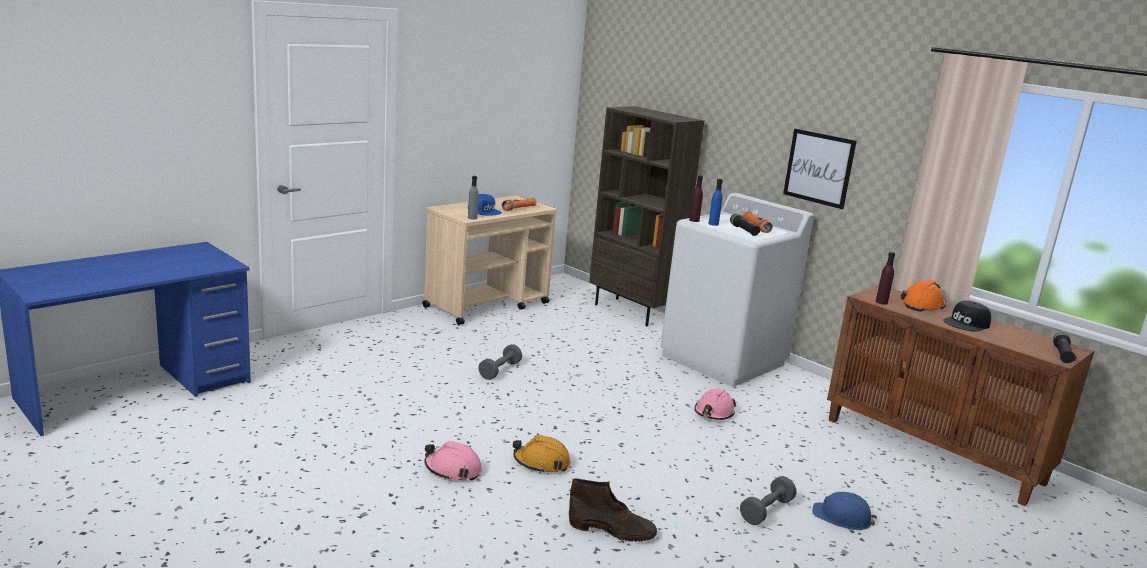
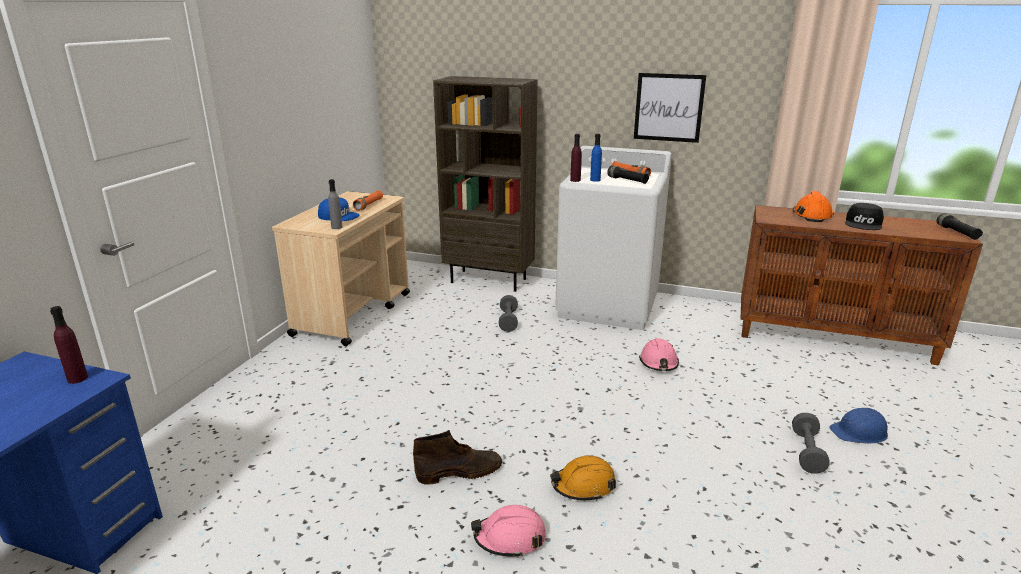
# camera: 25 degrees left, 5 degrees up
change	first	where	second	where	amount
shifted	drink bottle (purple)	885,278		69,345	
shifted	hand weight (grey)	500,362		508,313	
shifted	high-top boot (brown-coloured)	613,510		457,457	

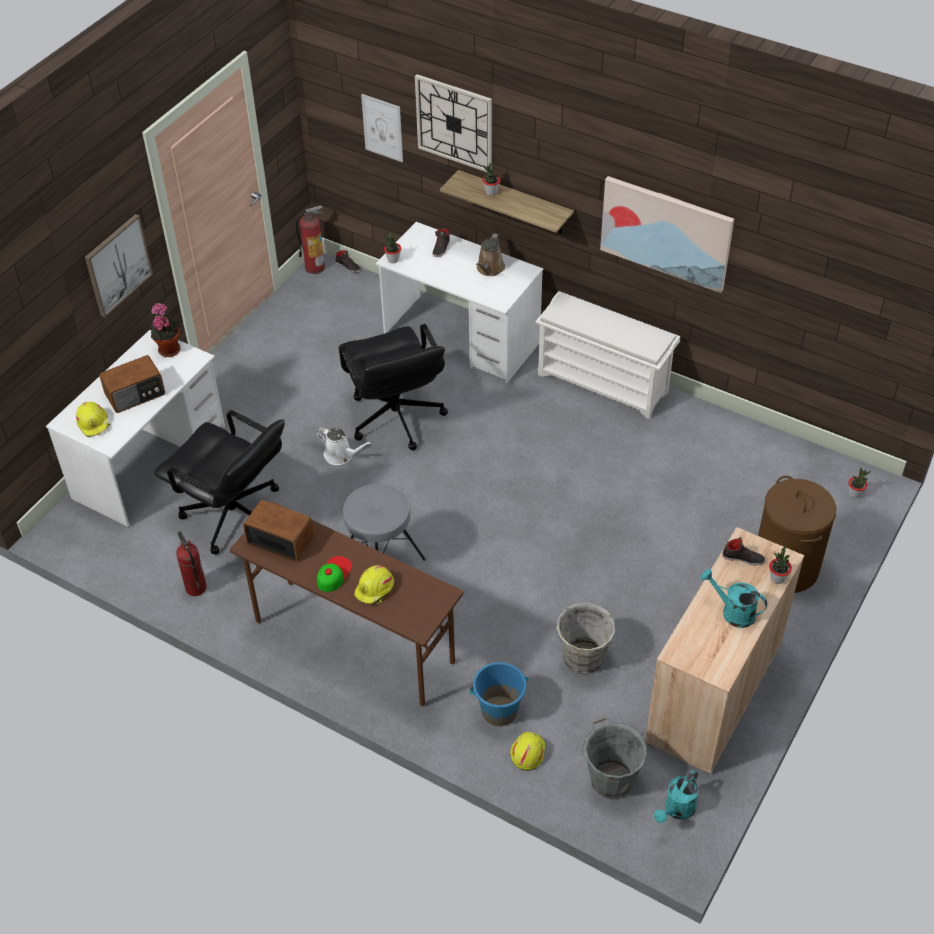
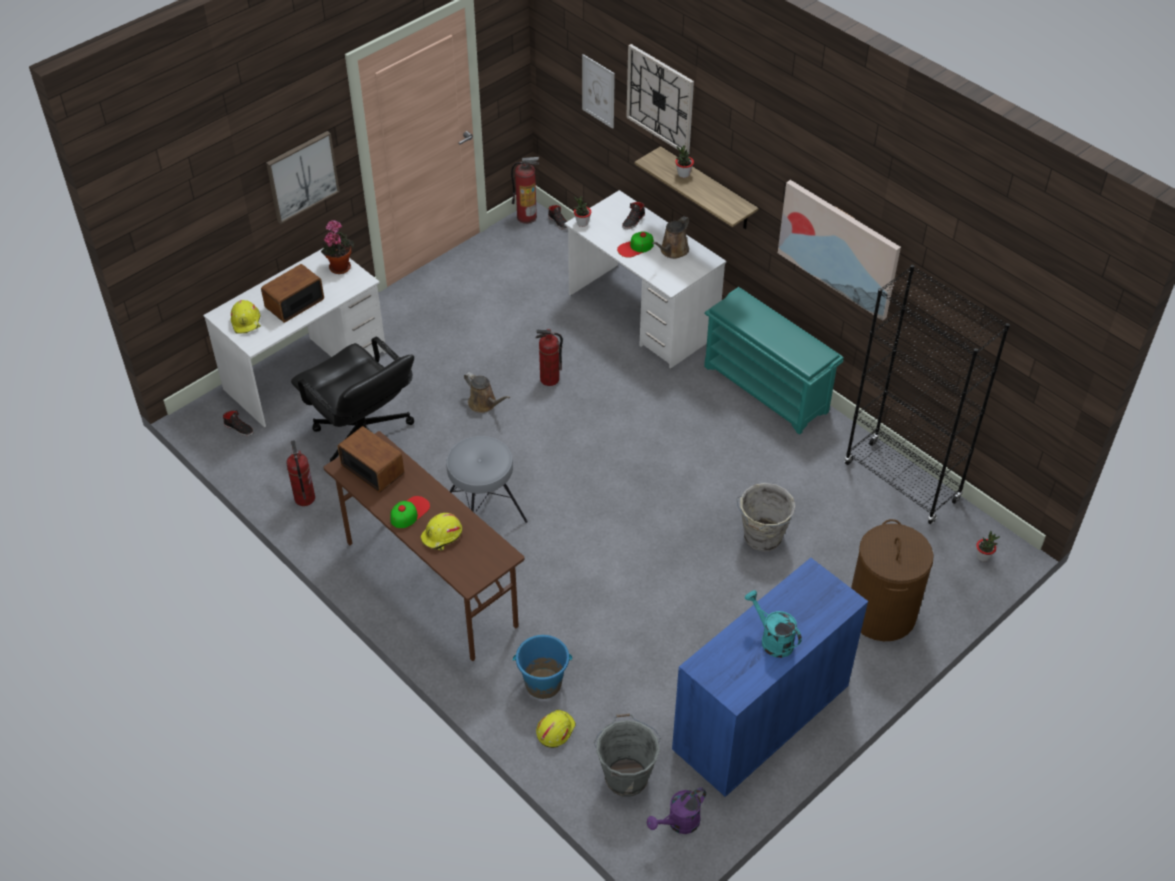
# camera: 15 degrees right, 0 degrees up
change	first	where	second	where	amount
repainted	shoe rack (white)	607,355	shoe rack (turquoise)	774,361	
swapped	desk chair (black)	393,387	fire extinguisher	549,357	
rotated	radio	132,384		292,293	150 degrees clockwise
repainted	watering pot (white)	344,446	watering pot (brown-coloured)	487,392	
repainted	cupboard (sand-coloured)	724,650	cupboard (bluish)	770,677	
shifted	low shoe (black)	743,551		238,423	
gone	potted plant	780,564			
shifted	bucket (grey)	584,639		766,517	
repainted	watering pot (turquoise)	676,796	watering pot (purple)	676,810	
new			peaked cap	635,244	
new			shelving unit (black)	927,394	

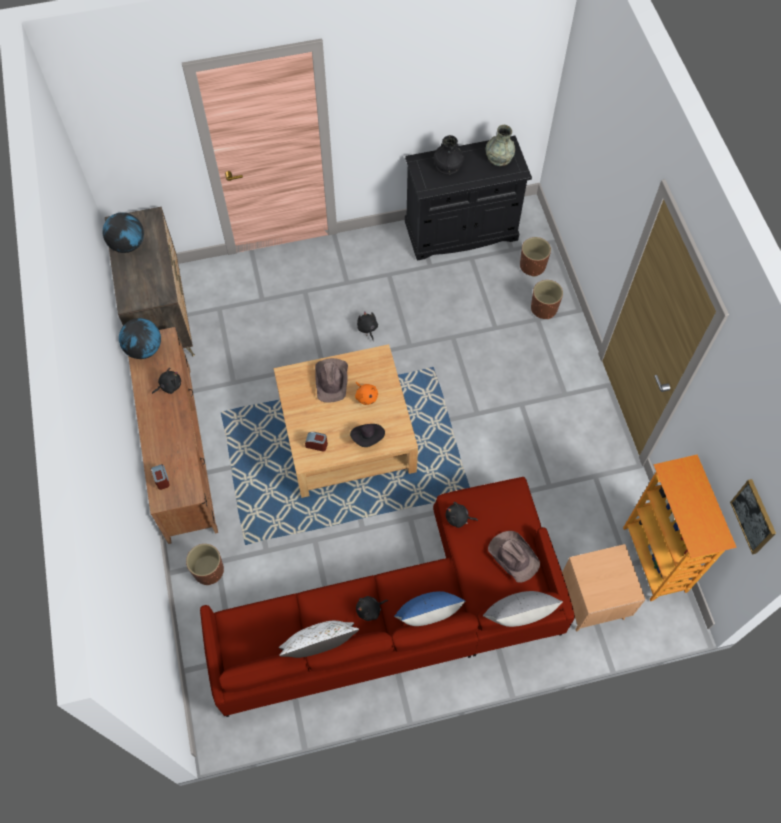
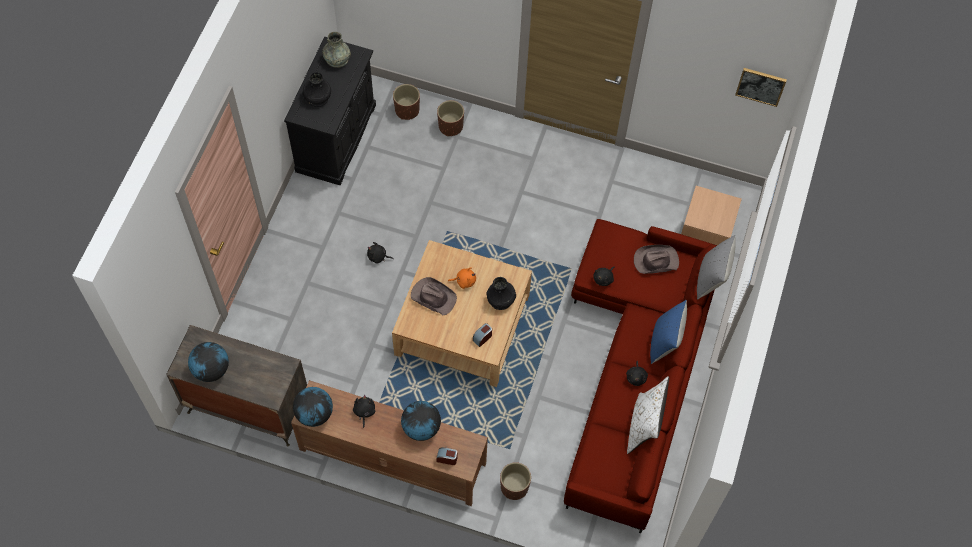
# camera: 60 degrees left, 0 degrees up
change	first	where	second	where	amount
swapped	wearable hat (black)	367,435	vase (black)	501,293	
gone	shelving unit	680,528			
new			desk globe	421,421	

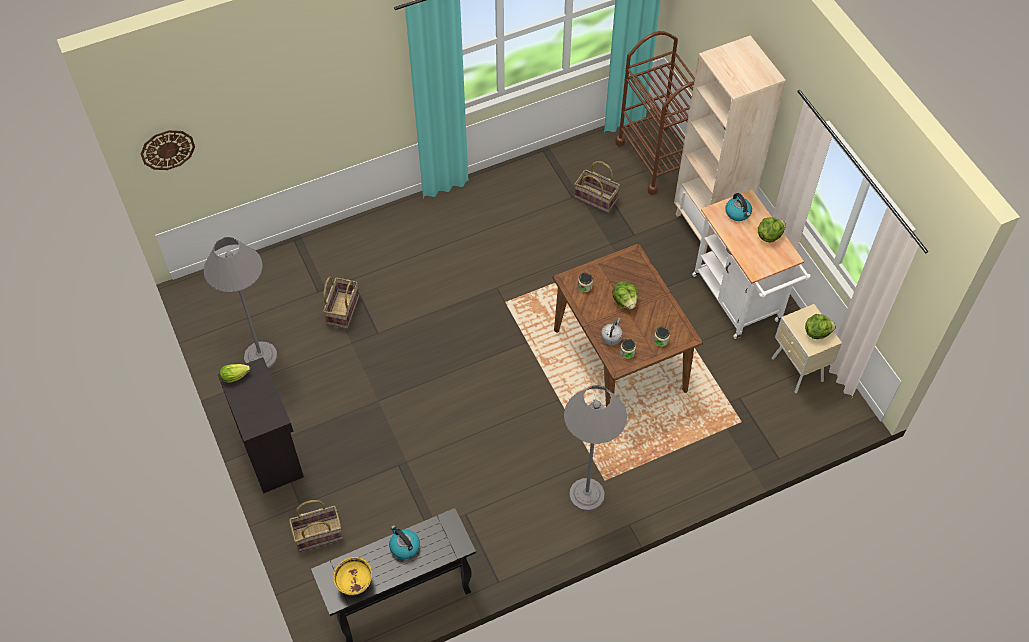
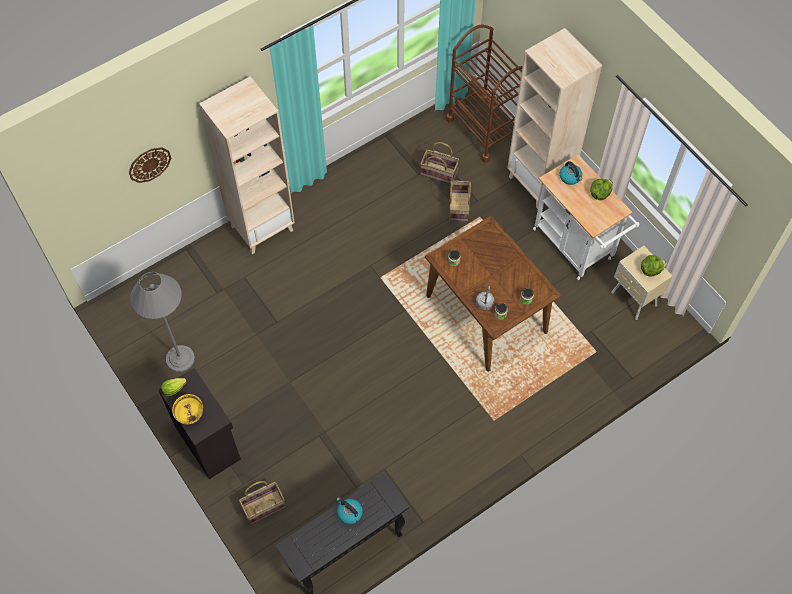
# camera: 10 degrees left, 5 degrees up
change	first	where	second	where	amount
shifted	hanging clock	168,150		150,165	
shifted	household basket	341,303		460,200	
gone	head of lettuce	625,295			
gone	floor lamp (grey)	595,448			
shifted	deep dish (yellow)	353,576		187,409	
new			shelving unit (sand-coloured)	247,165	

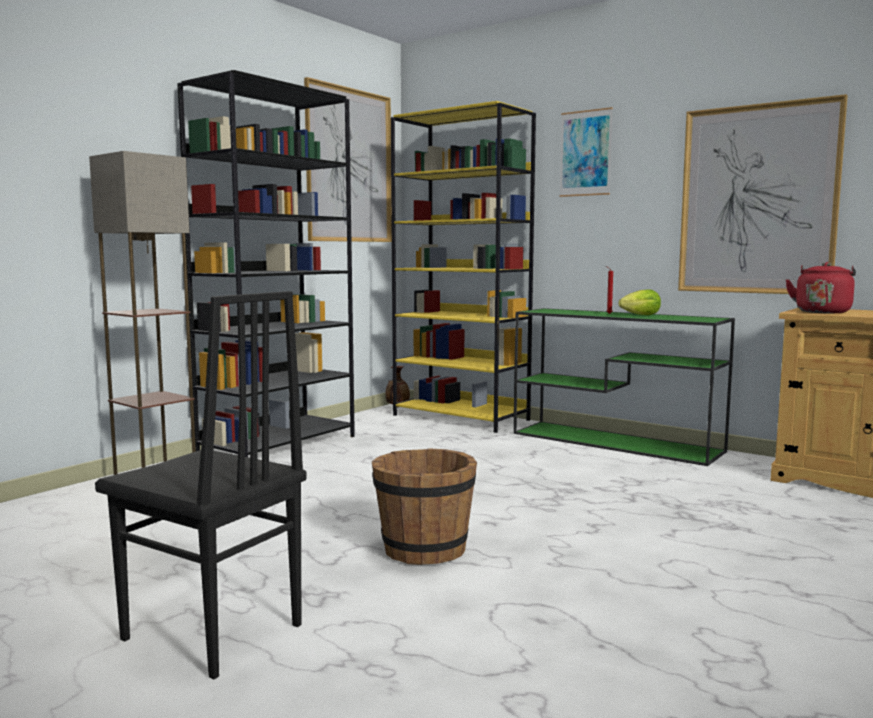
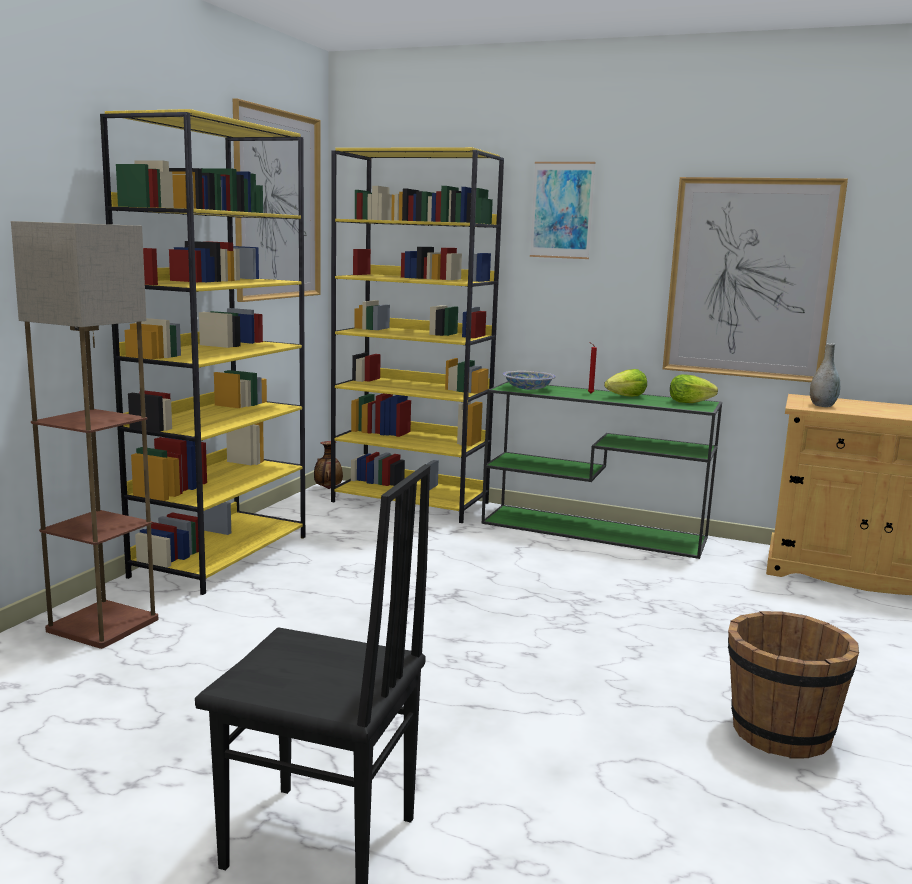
# camera: 15 degrees left, 5 degrees up
change	first	where	second	where	amount
repainted	shelving unit (black)	266,263	shelving unit (yellow)	202,352	
swapped	water kettle (red-coloured)	820,287	vase (grey)	825,375	
shifted	bucket (brown-coloured)	424,506		793,685	
new			deep dish	529,380	
new			head of lettuce	694,388	

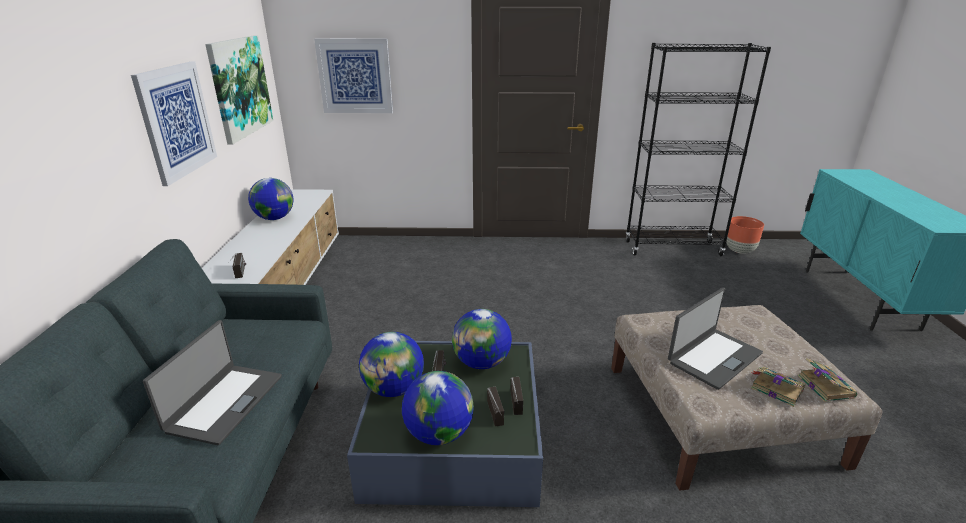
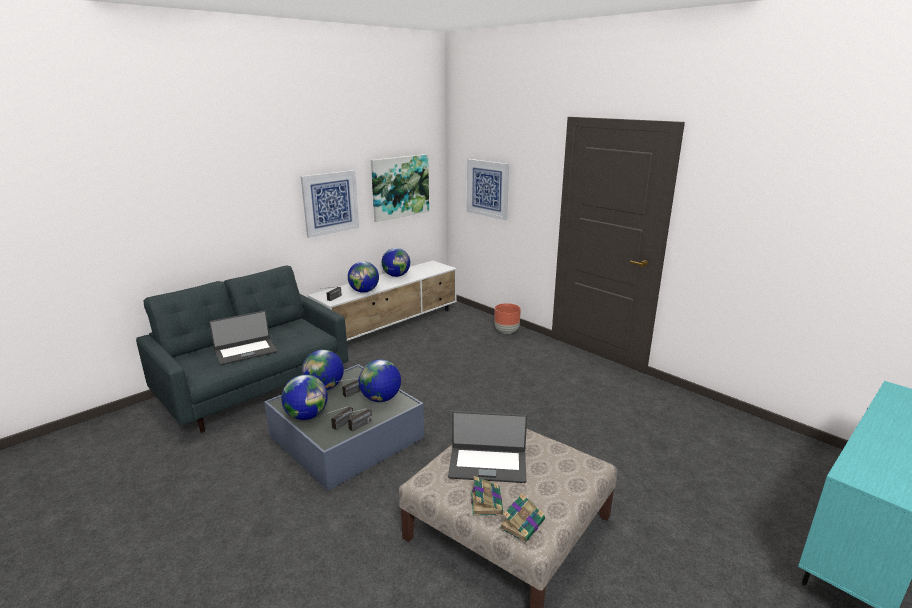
# camera: 45 degrees right, 5 degrees down
change	first	where	second	where	amount
gone	shelving unit (black)	698,149			
shifted	planter (brown-coloured)	745,235		507,318	
new			desk globe	363,277	

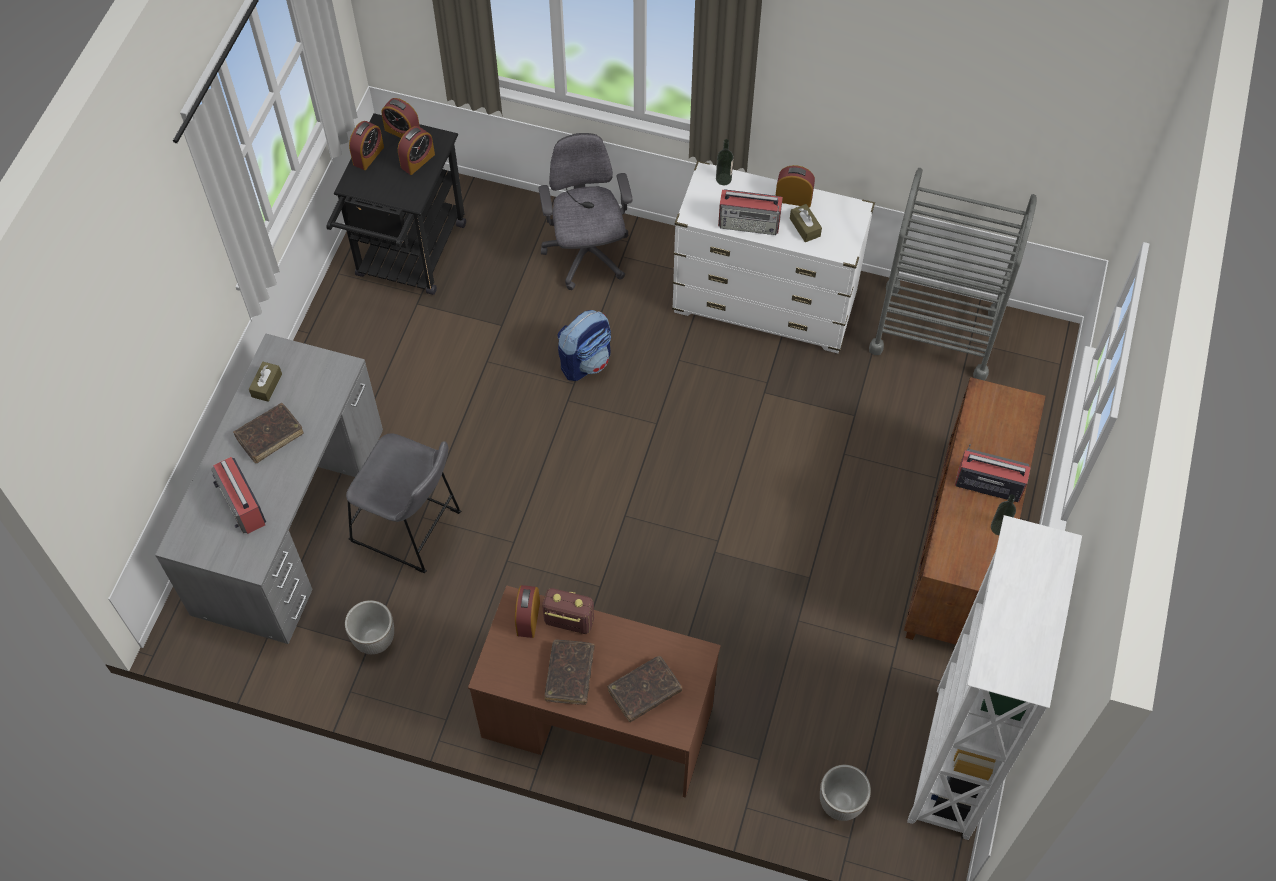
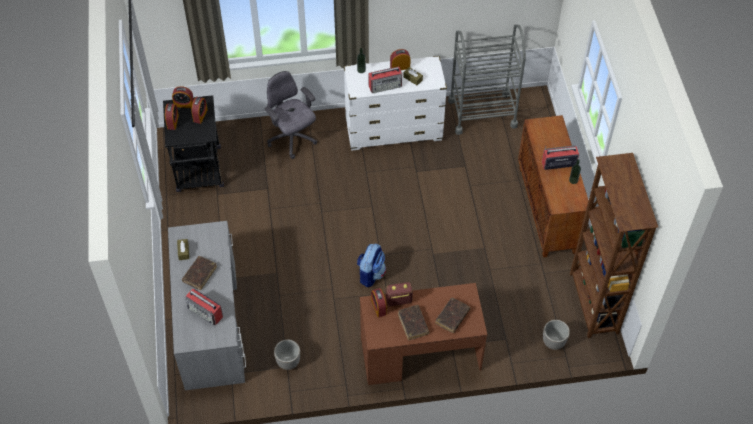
# camera: 25 degrees left, 5 degrees down
change	first	where	second	where	amount
shifted	knapsack	584,345		371,265	
gone	stool (grey)	403,503			
repainted	shelving unit (white)	994,677	shelving unit (brown-coloured)	614,245	

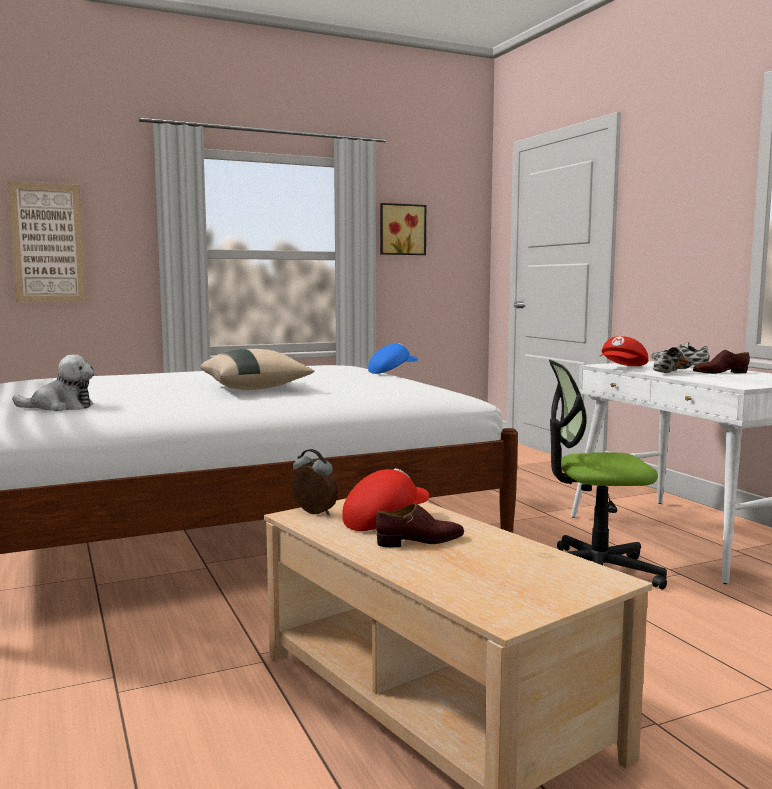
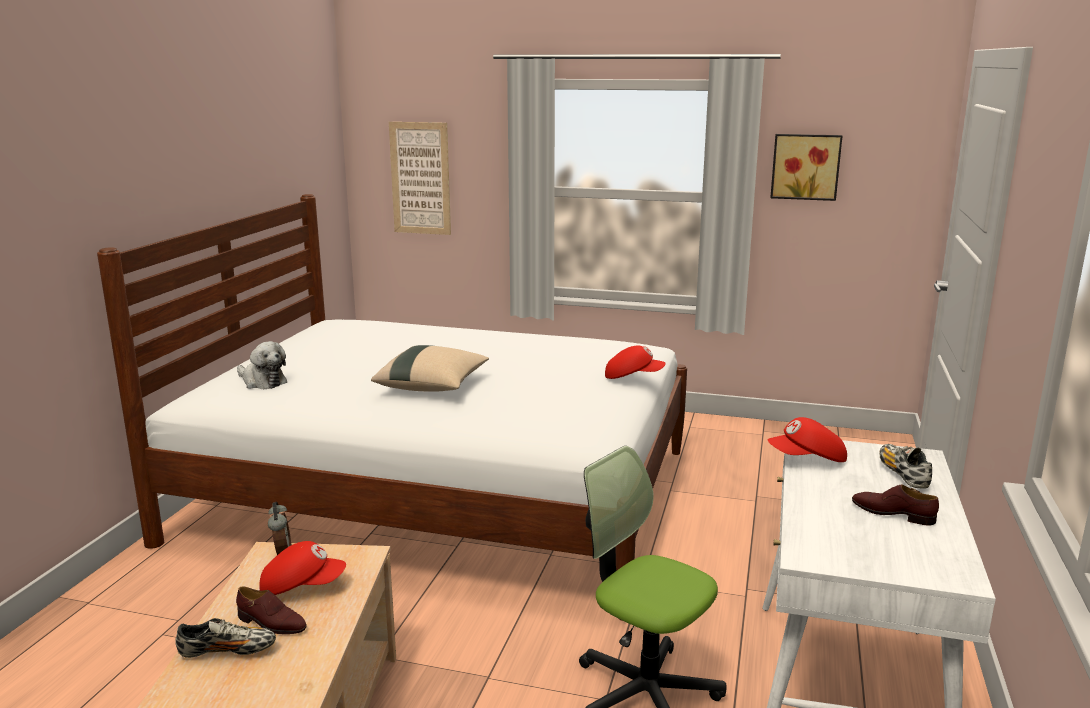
# camera: 40 degrees right, 10 degrees up
change	first	where	second	where	amount
repainted	peaked cap (bluish)	393,358	peaked cap (red-coloured)	635,362	
shifted	low shoe	672,360		225,638	

